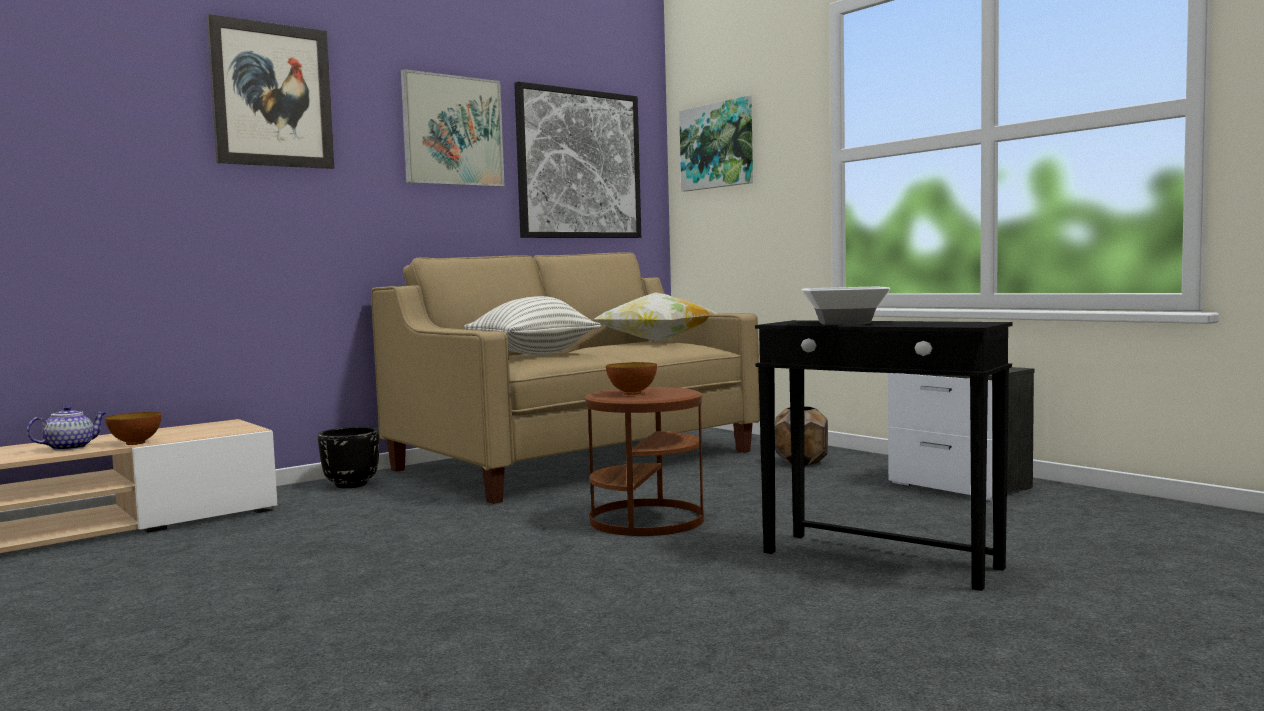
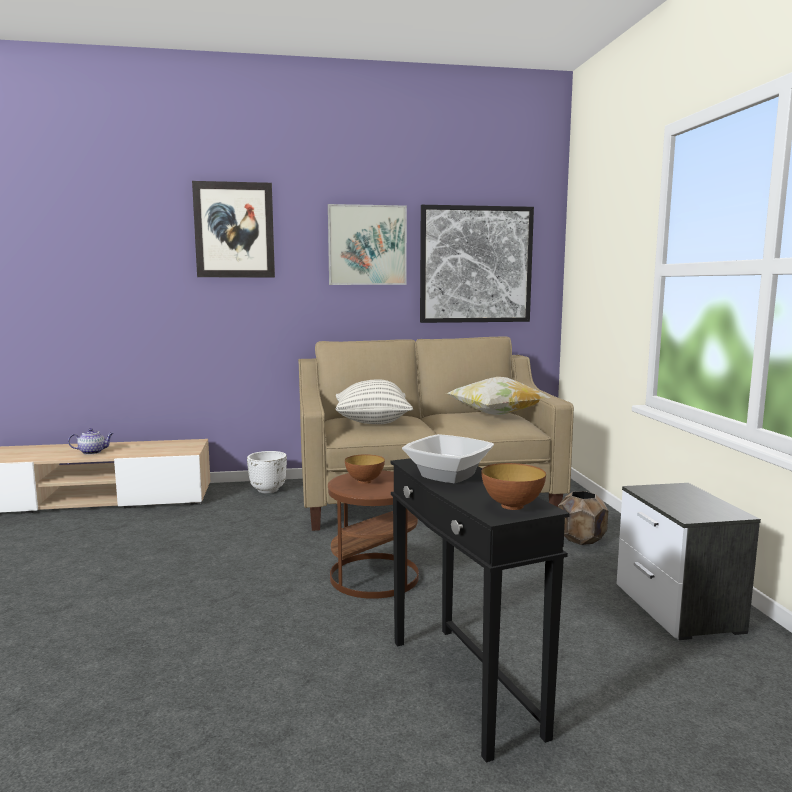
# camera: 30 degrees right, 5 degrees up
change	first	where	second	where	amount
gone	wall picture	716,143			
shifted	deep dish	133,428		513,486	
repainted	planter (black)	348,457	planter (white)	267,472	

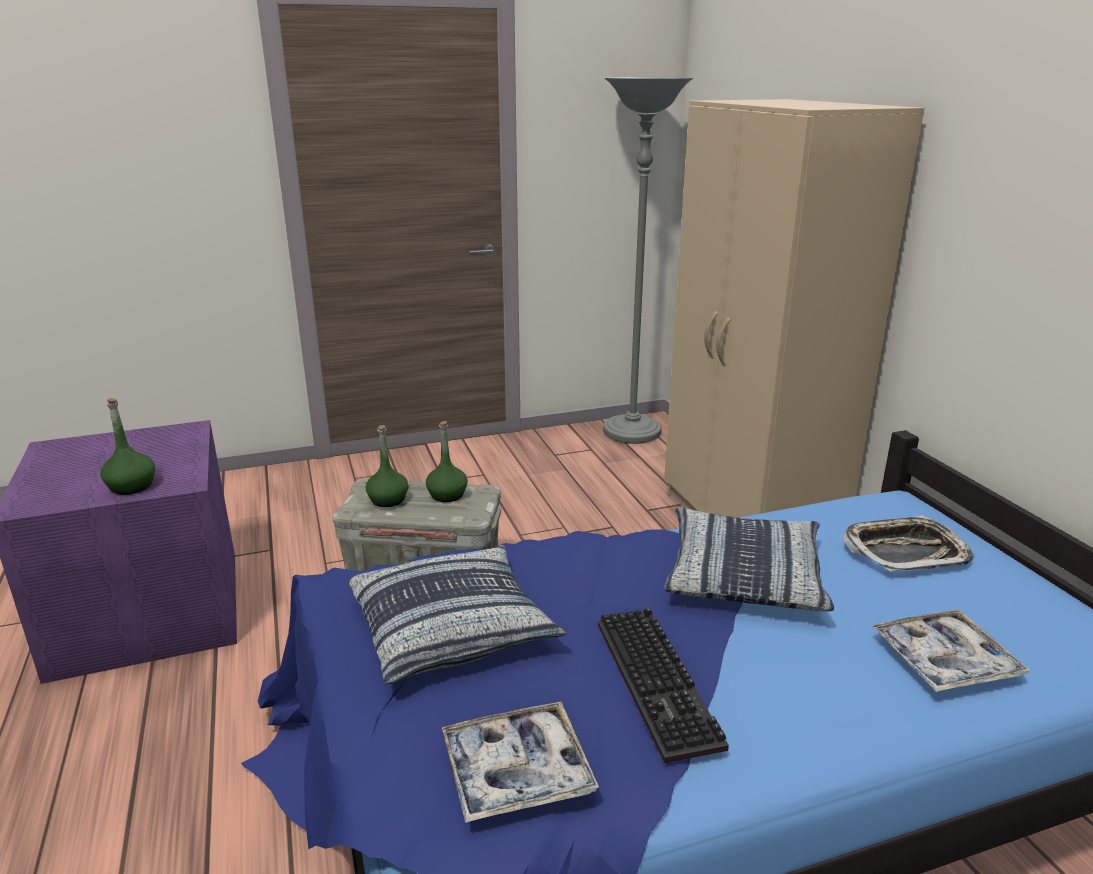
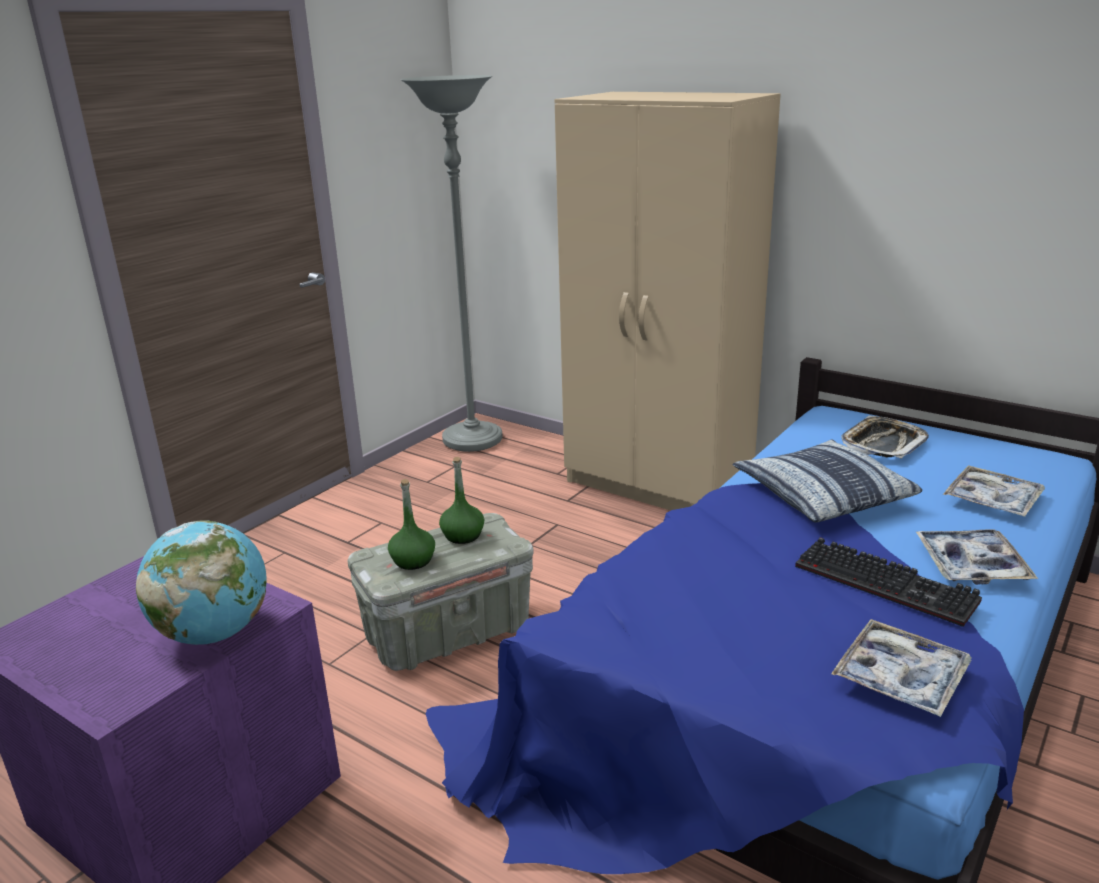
# camera: 35 degrees left, 0 degrees up
change	first	where	second	where	amount
swapped	drink bottle (green-coloured)	127,446	desk globe	201,583	
gone	cushion	457,614			
new			carrying tray	977,557	

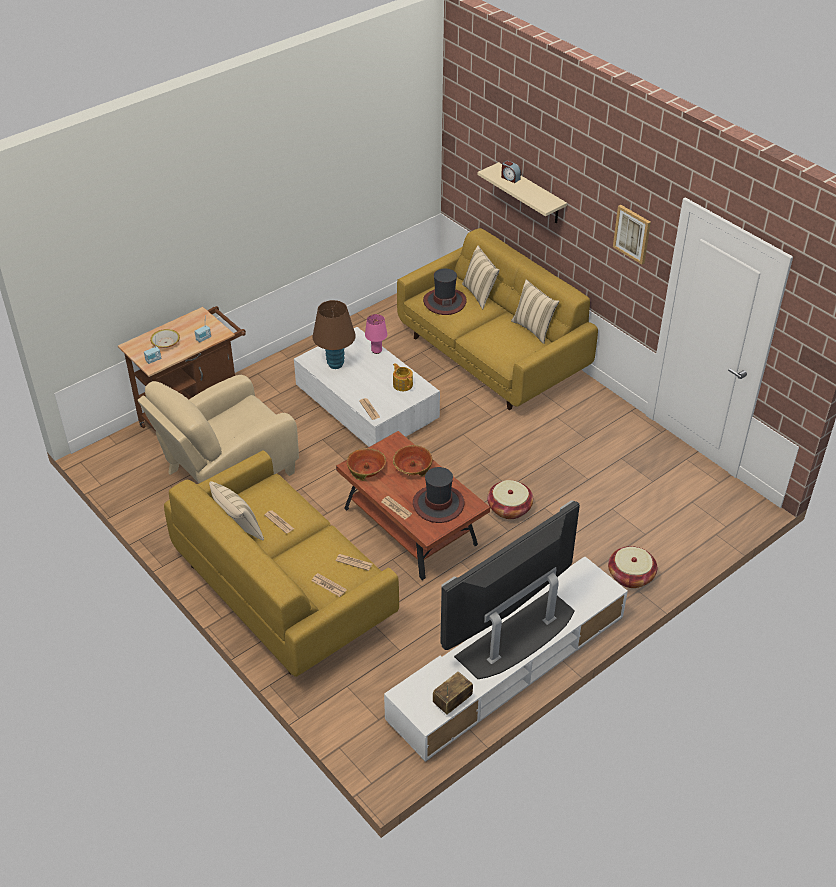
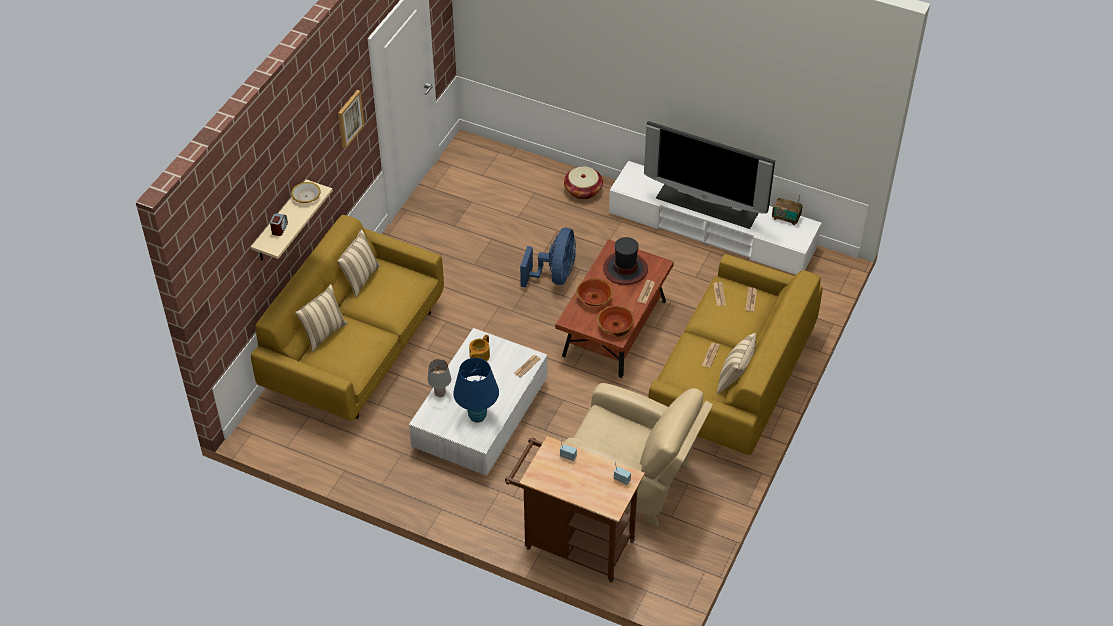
# camera: 115 degrees left, 5 degrees up
change	first	where	second	where	amount
gone	wearable hat	445,292			
repainted	tabletop lamp (brown-coloured)	334,334	tabletop lamp (bluish)	476,390	
repainted	tabletop lamp (pinkish)	376,334	tabletop lamp (grey)	439,378	
shifted	deep dish	165,338		306,192	
swapped	household basket	510,499	cooling fan (bluish)	548,257	

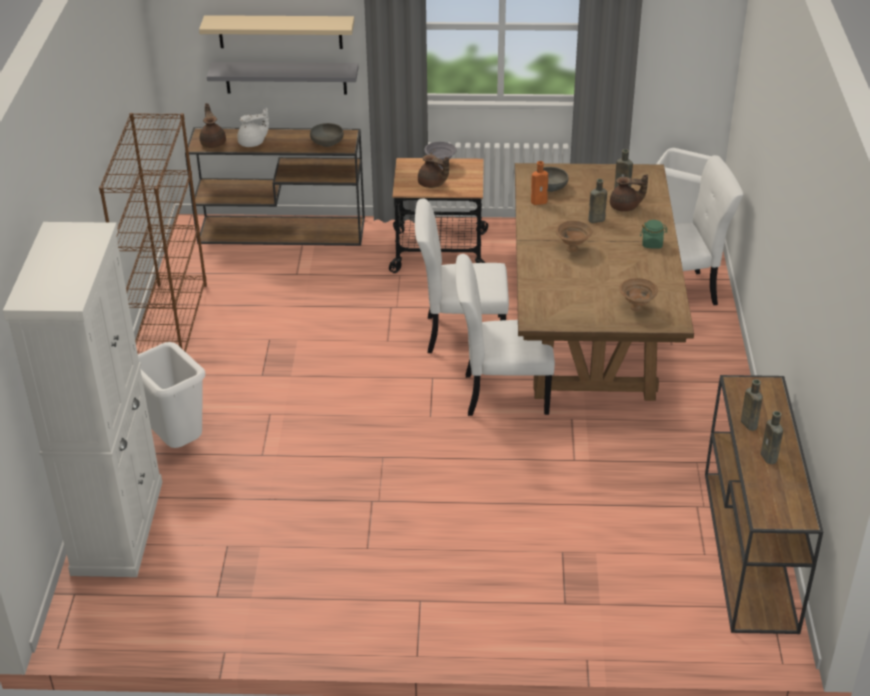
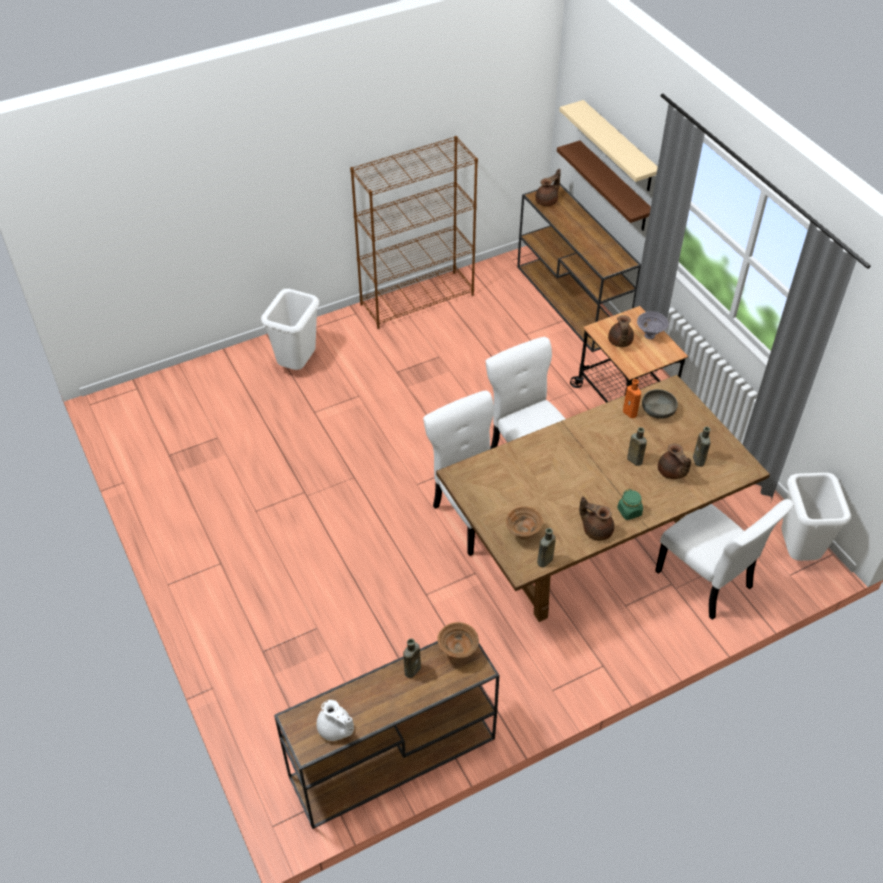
# camera: 60 degrees right, 10 degrees up
change	first	where	second	where	amount
repainted	shelf (grey)	282,78	shelf (brown-coloured)	604,186	
shifted	teapot (white)	253,127		335,720	
gone	deep dish (grey)	326,135			
shifted	deep dish (brown-coloured)	574,237		458,640	
gone	cupboard (white)	82,399			
shifted	drink bottle (brown-coloured)	772,437		546,547	
new			teapot (brown-coloured)	596,518	

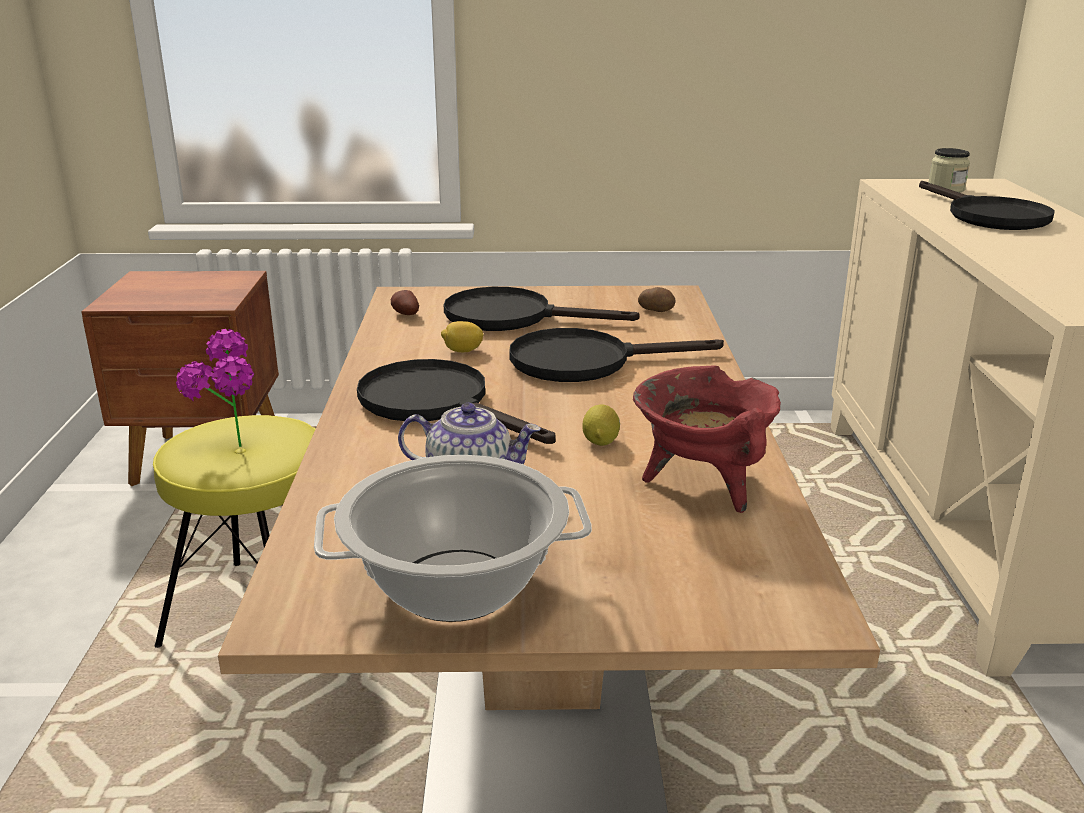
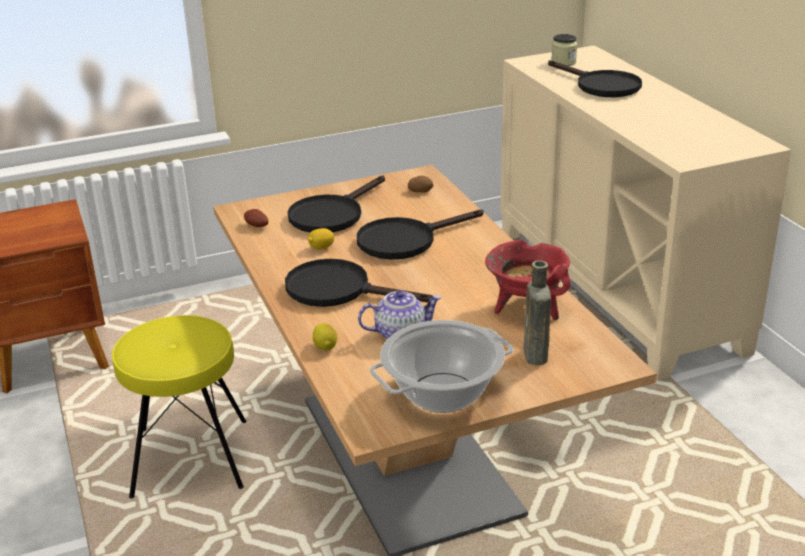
# camera: 20 degrees left, 5 degrees up
change	first	where	second	where	amount
rotated	pan (black)	541,309		336,203	45 degrees counterclockwise
gone	potted plant	215,388			
shifted	lemon	601,425		325,337	
new			drink bottle (brown-coloured)	537,312	

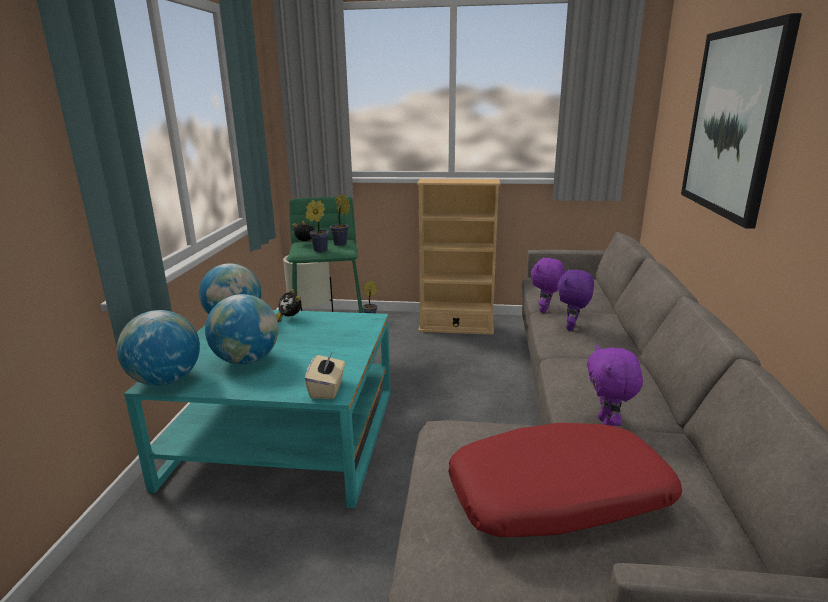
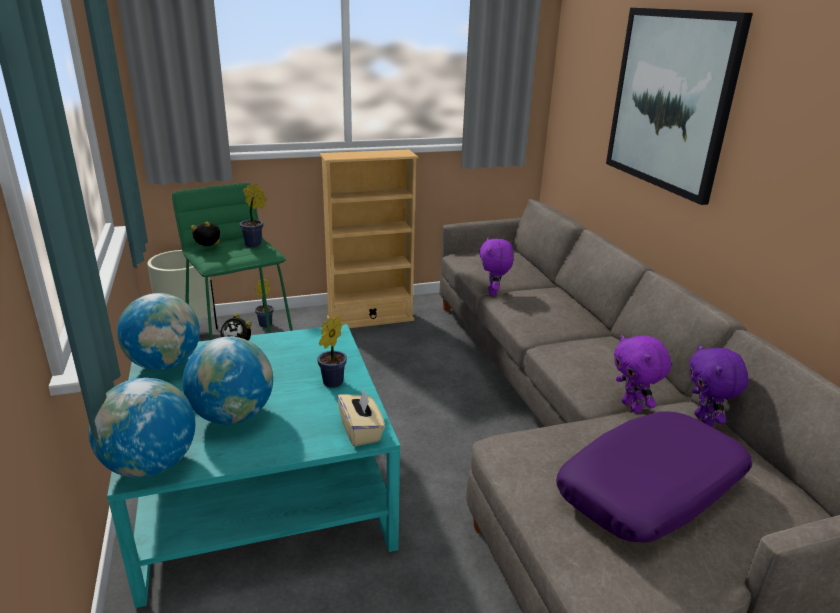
# camera: 25 degrees left, 5 degrees up
change	first	where	second	where	amount
shifted	potted plant	317,226		332,352	
shifted	plush toy (purple)	575,299		719,385	
repainted	cushion (red-coloured)	565,480	cushion (purple)	654,477	

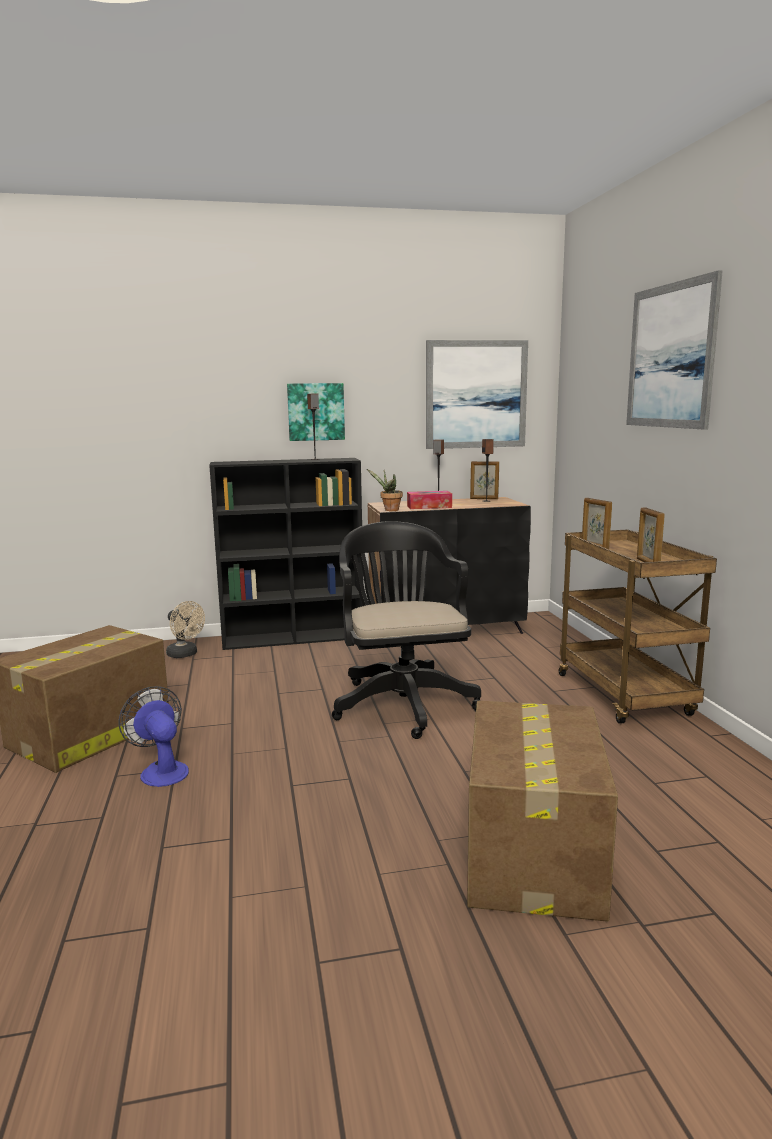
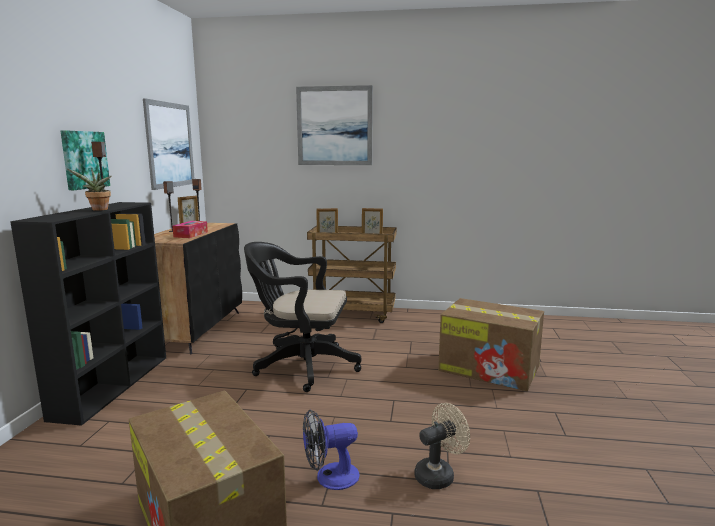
# camera: 70 degrees left, 0 degrees up
change	first	where	second	where	amount
shifted	potted plant	385,490		89,189	
shifted	cooling fan (sand-coloured)	185,629		442,446	

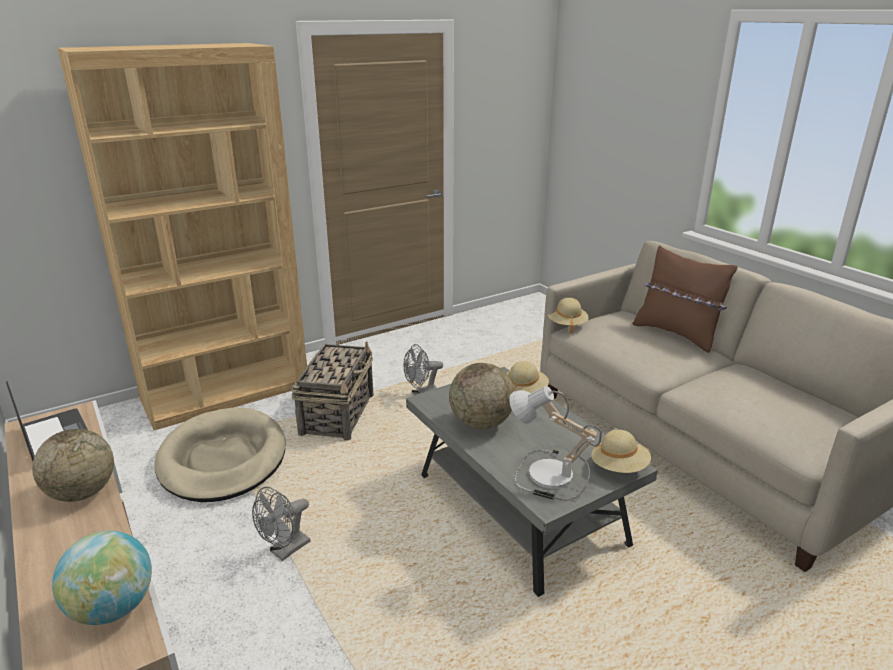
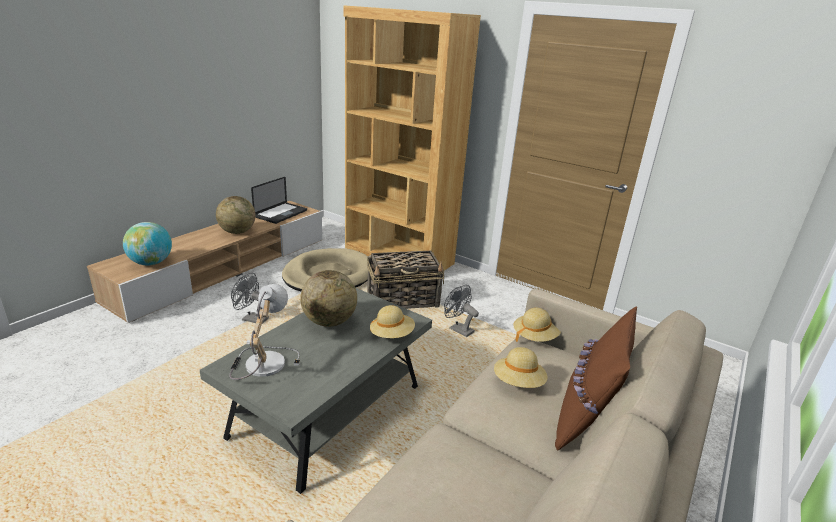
# camera: 65 degrees right, 0 degrees up
change	first	where	second	where	amount
shifted	wearable hat (sand-coloured)	621,451		520,367	

